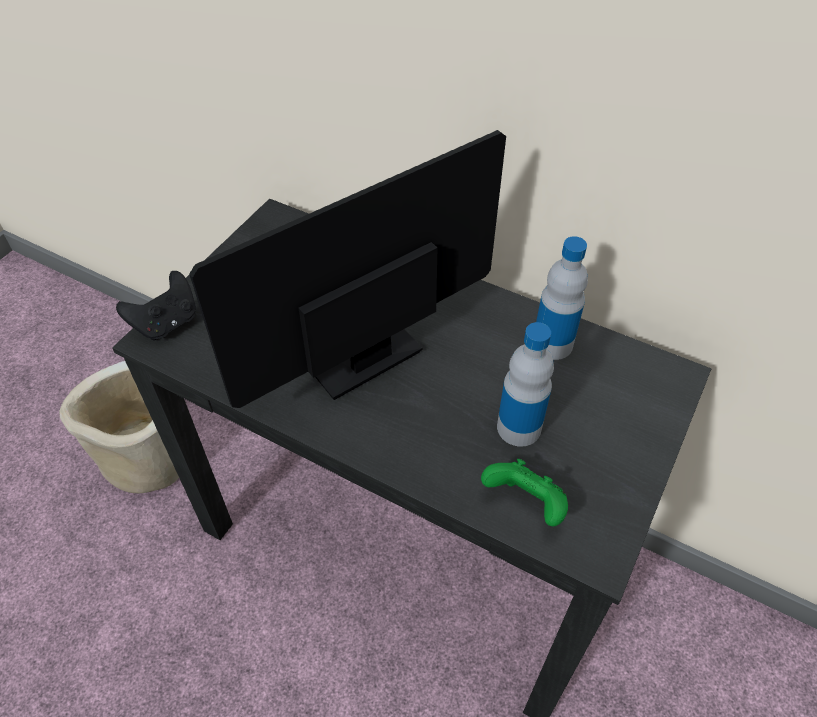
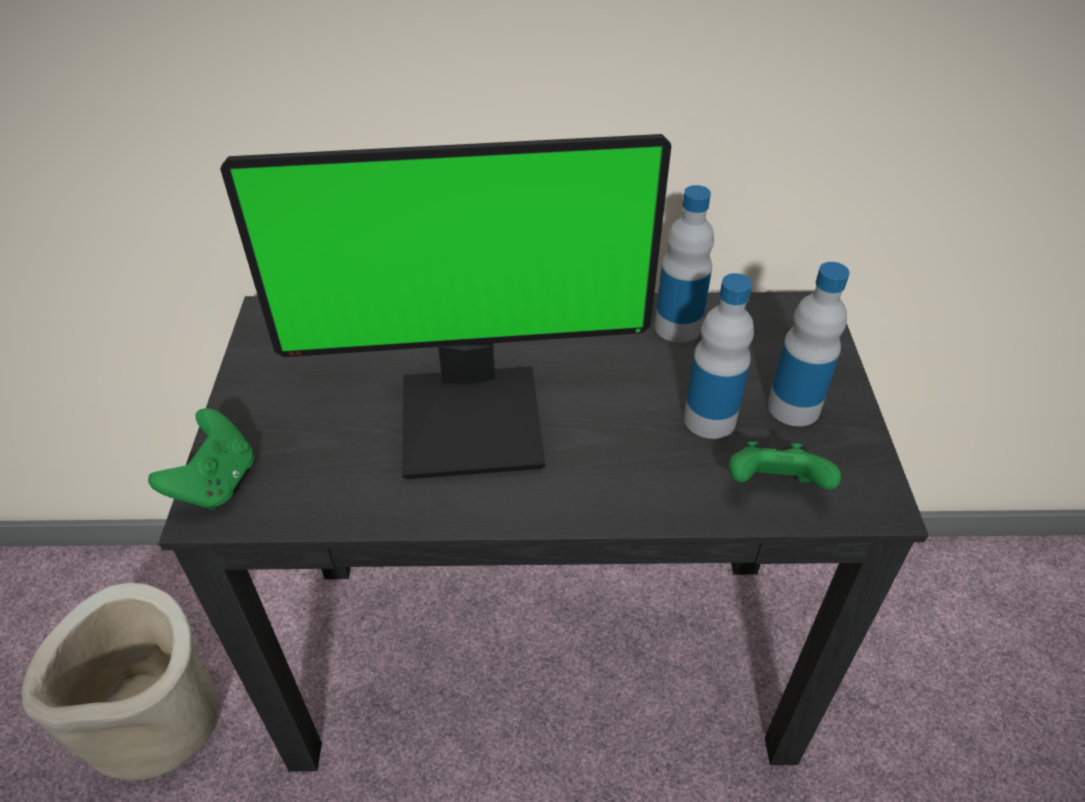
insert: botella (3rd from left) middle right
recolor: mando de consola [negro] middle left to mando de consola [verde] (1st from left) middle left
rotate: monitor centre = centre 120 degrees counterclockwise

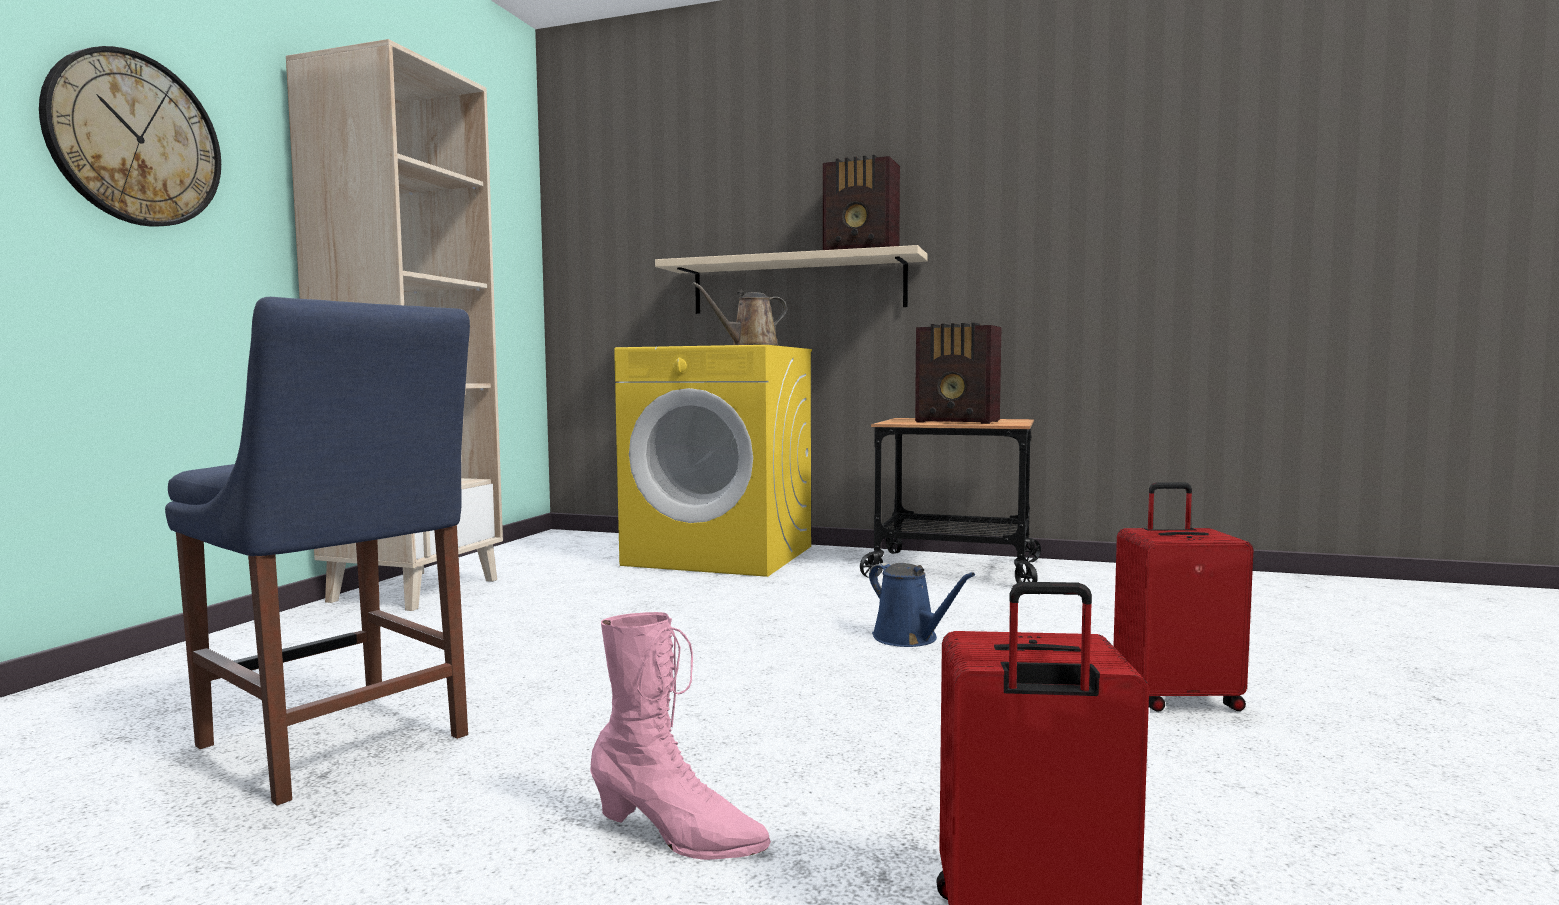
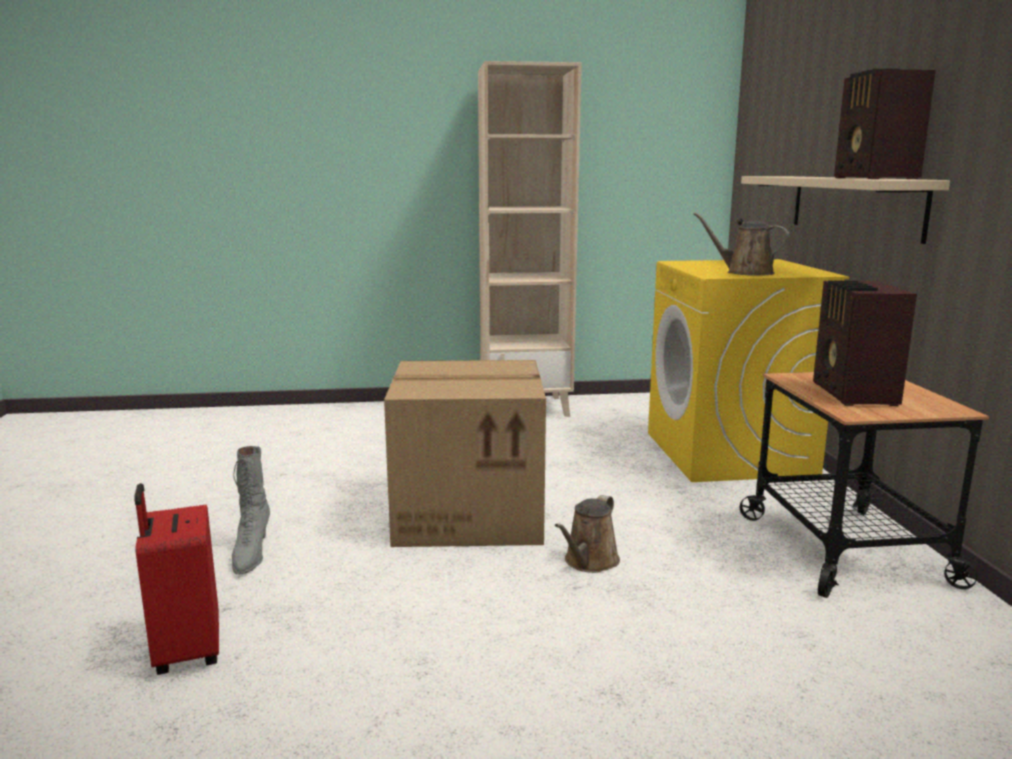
delete: reloj de pared top left; silla [azul] middle left; maleta [rojo] (2nd from left) middle right
insert: caja de cartón centre
recolor: bota [rosa] bottom centre to bota [gris] bottom left; regadera [azul] bottom centre to regadera [marrón] (1st from left) bottom centre

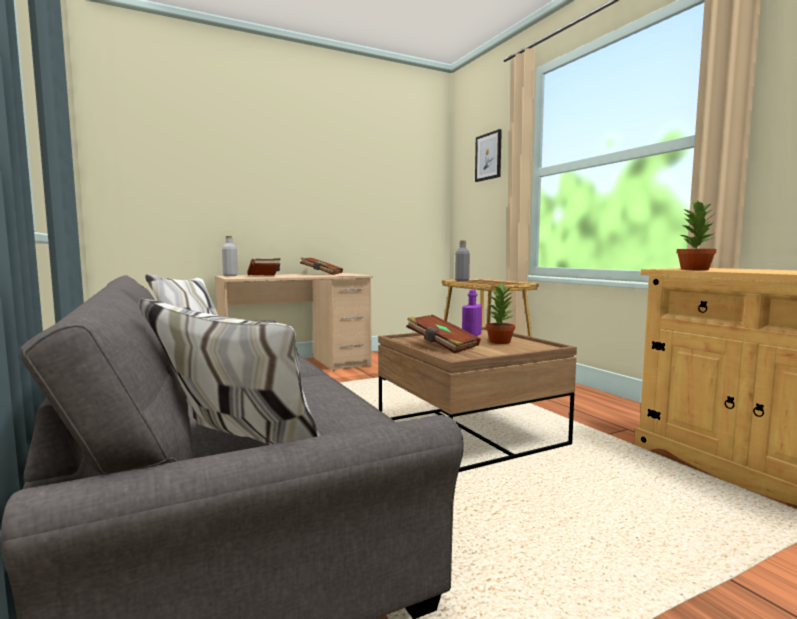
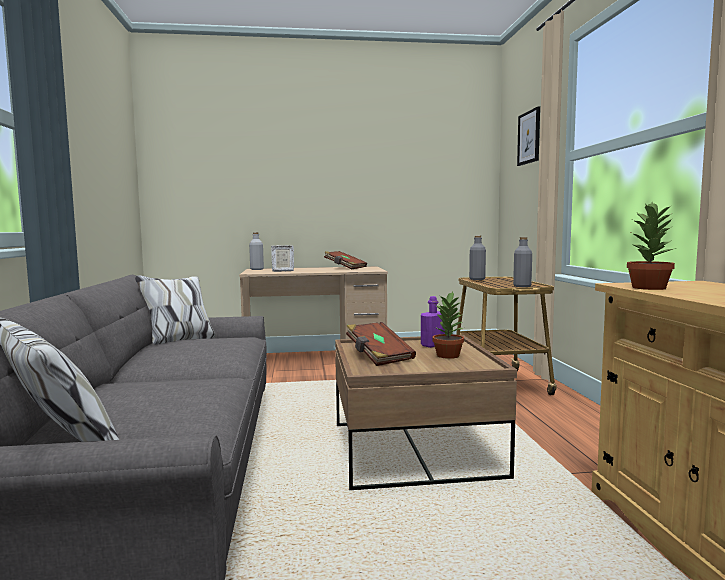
insert: botella [gris] (3rd from left) middle right
replace: libro [marrón] (1st from left) middle left to portarretratos centre

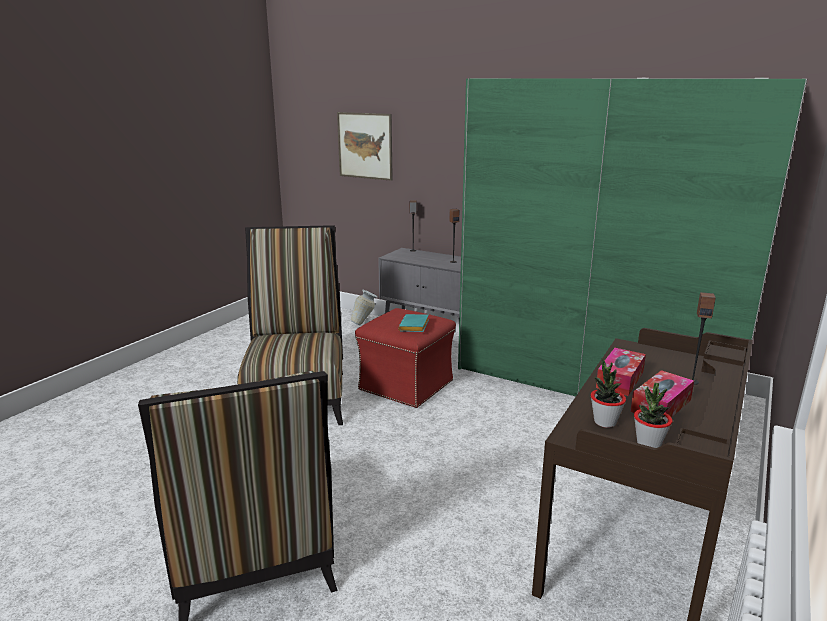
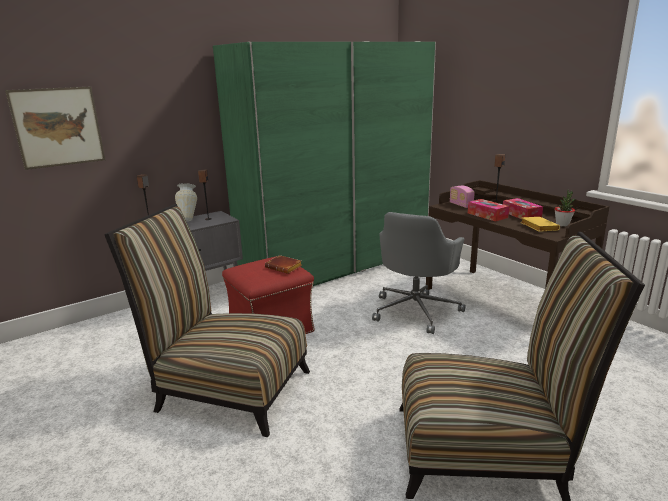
insert: silla de oficina [gris] centre; radio middle right
move: florero centre to middle left
replace: planta en maceta (1st from left) middle right to libro [amarillo] middle right
recolor: libro [turquesa] centre to libro [marrón] centre

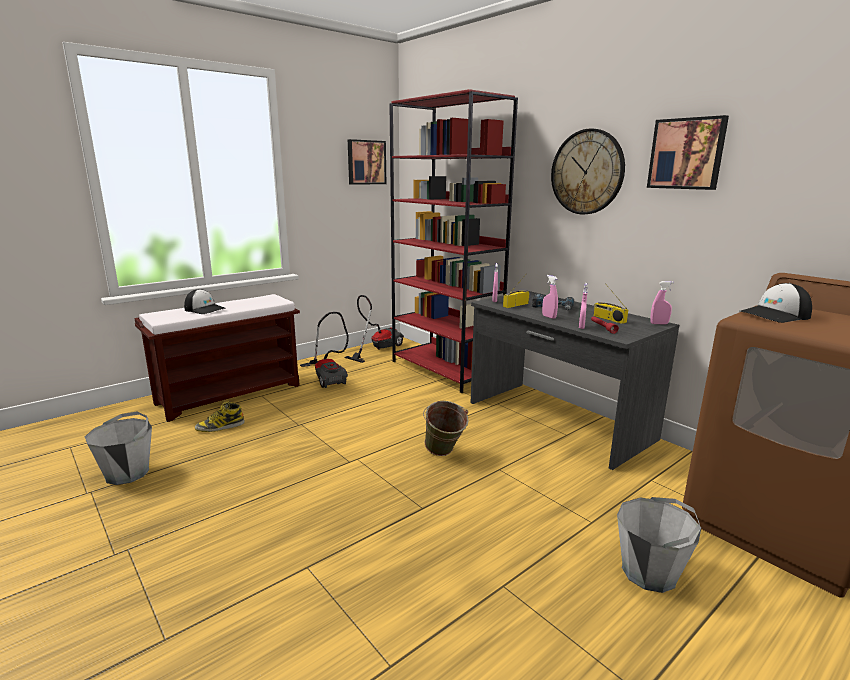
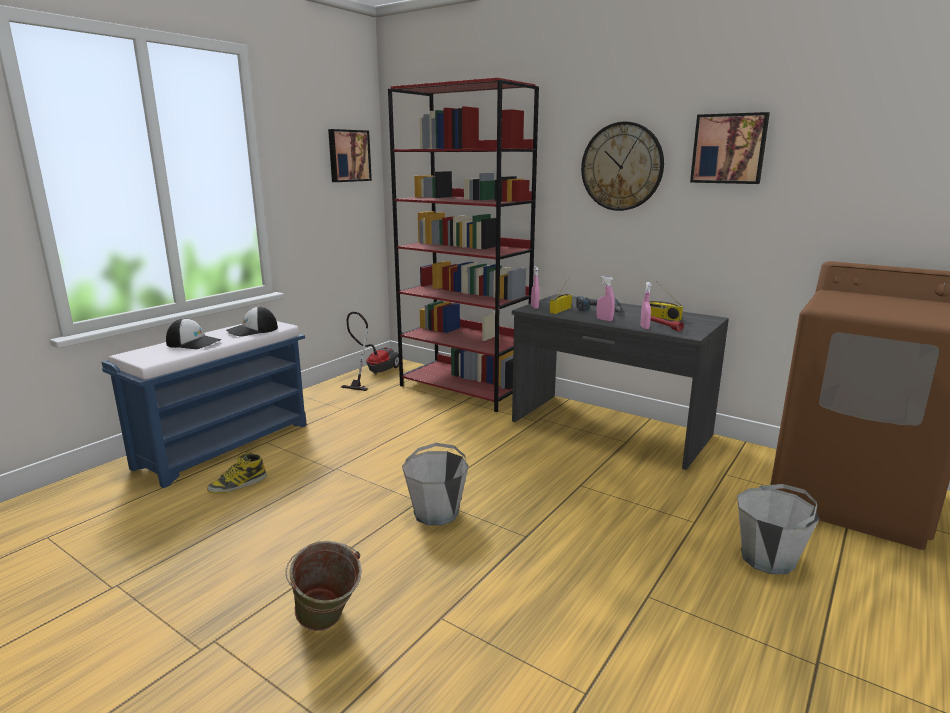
delete: aspiradora (1st from left) centre; pulverizador [rosa] (4th from left) middle right
move: gorra (2nd from left) middle right to middle left; cubo [verde] centre to bottom centre; cubo [gris] (1st from left) middle left to bottom centre
recolor: banco [marrón] middle left to banco [azul] middle left

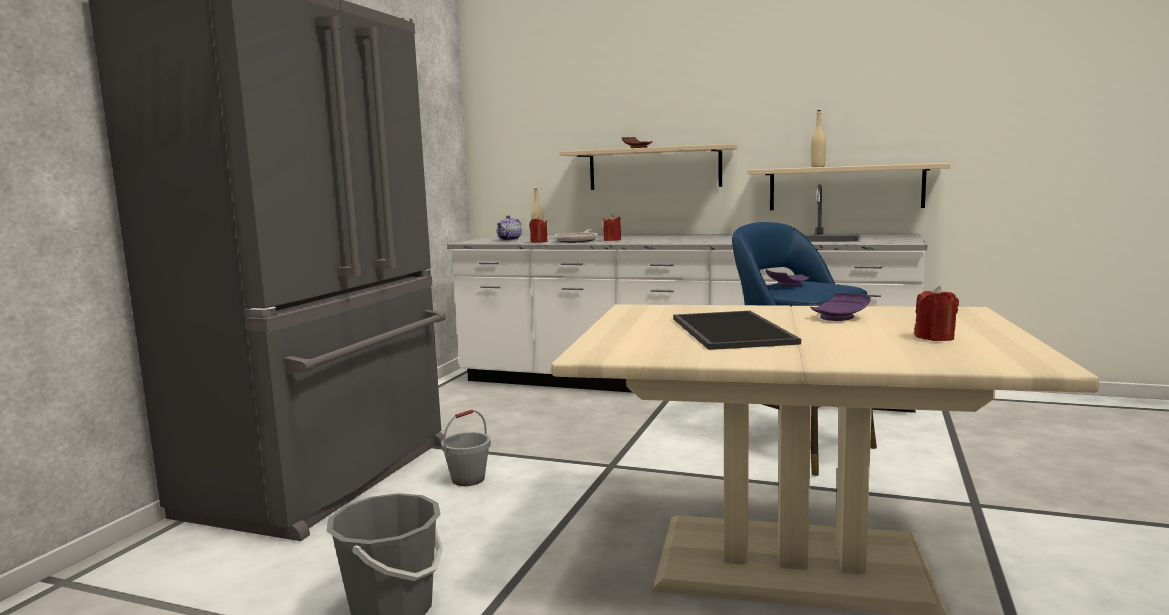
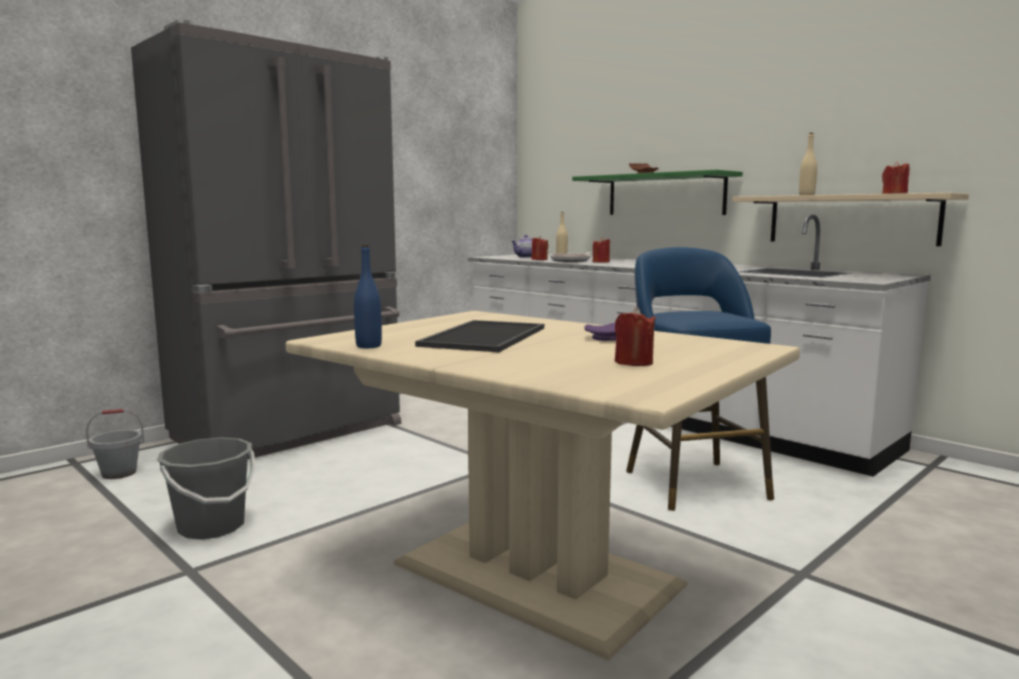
delete: plato [morado] (1st from left) middle right
insert: botella [azul] centre; vela [rojo] (4th from left) top right
move: cubo [gris] (2nd from left in the first image) bottom centre to cubo [gris] (1st from left) middle left
recolor: estante [beis] (1st from left) top centre to estante [verde] top centre

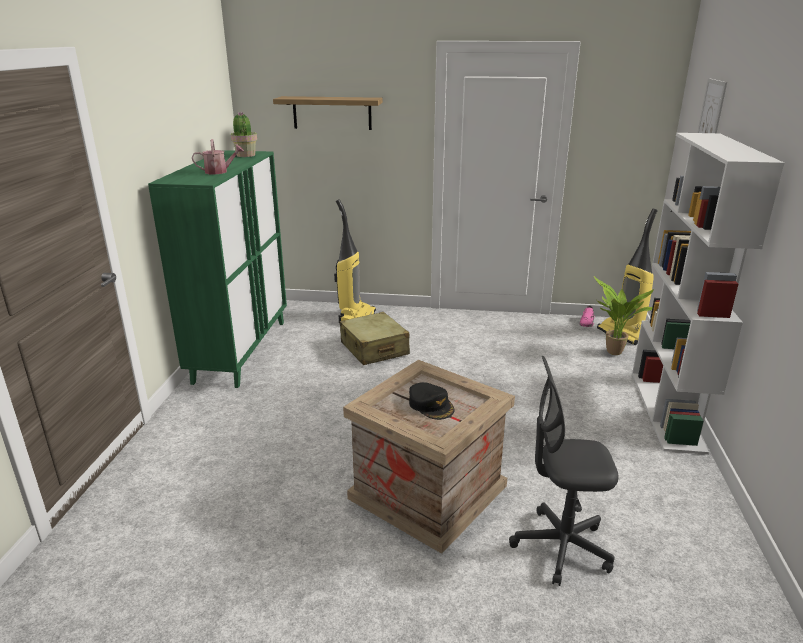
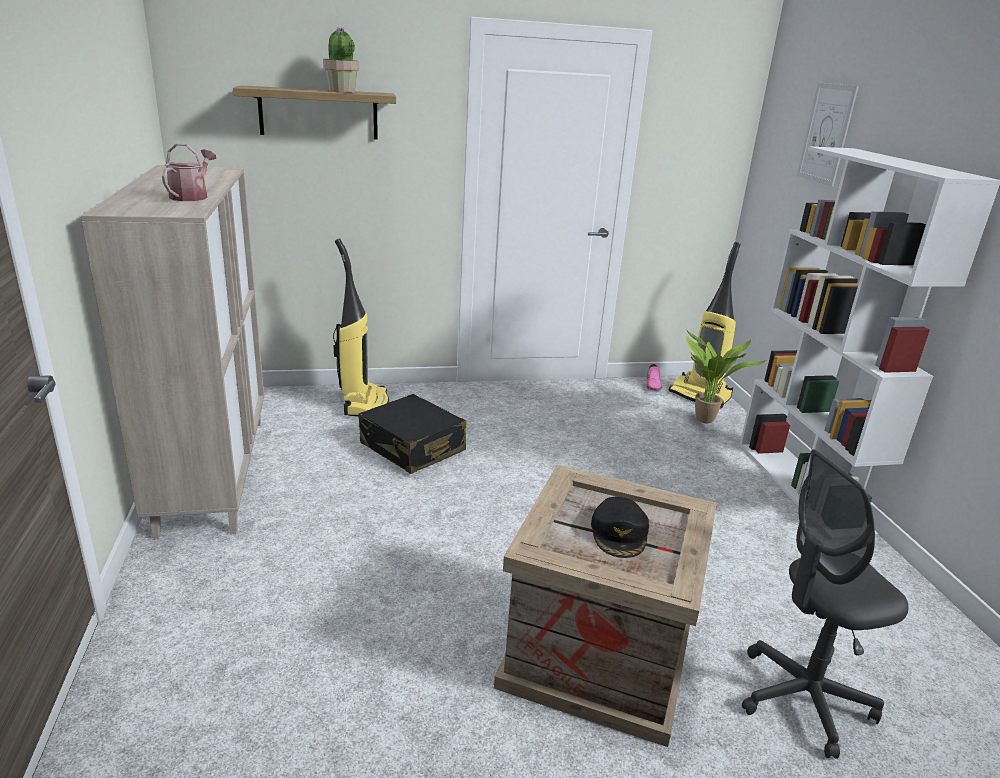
move: planta en maceta (1st from left) top left to top centre
recolor: armario [verde] middle left to armario [beis] middle left; maleta [beis] centre to maleta [negro] centre
rotate: regadera top left = top left 45 degrees counterclockwise; gorra [negro] centre = bottom centre 60 degrees clockwise

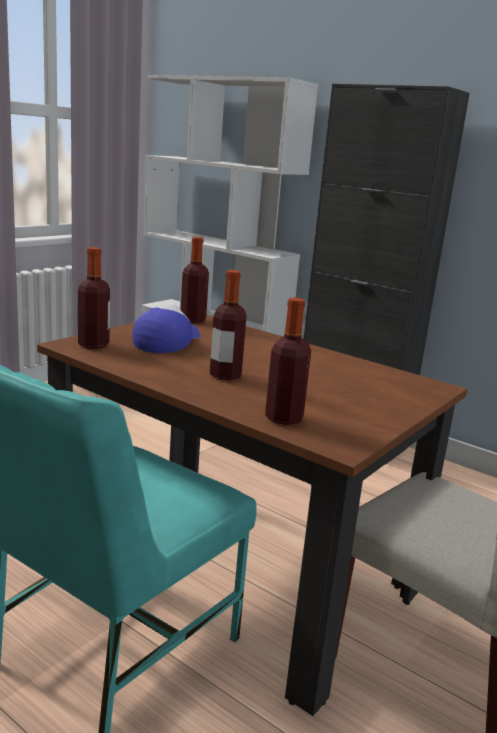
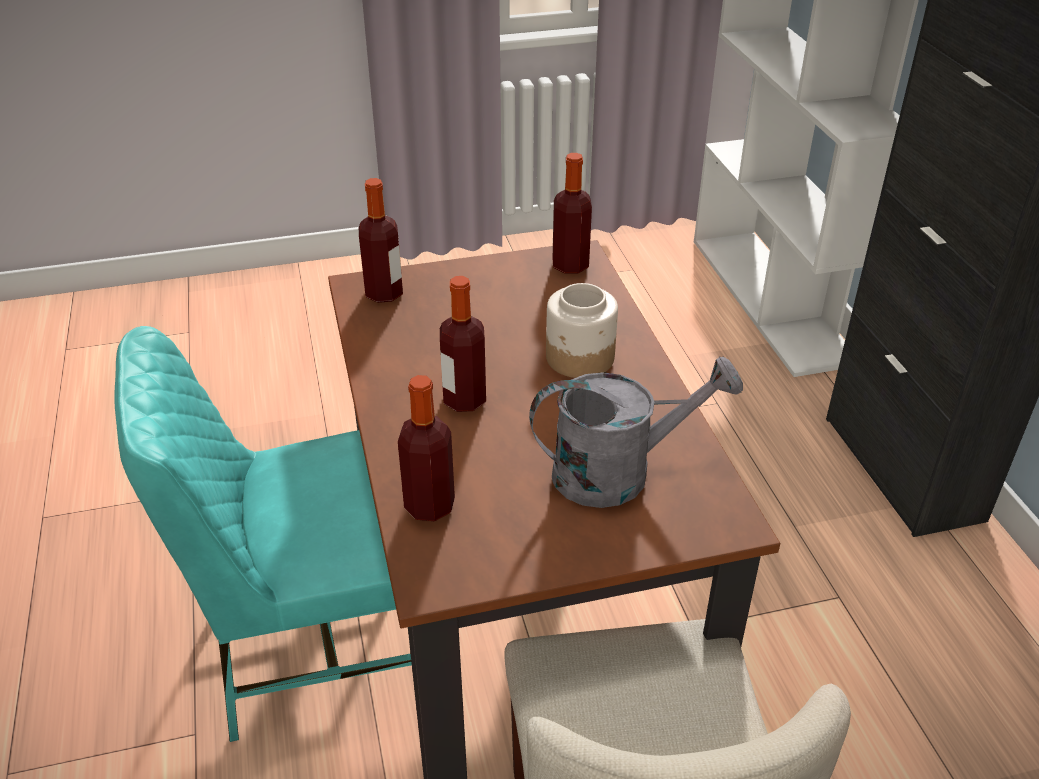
delete: gorra centre
insert: regadera [gris] centre; tarro centre

